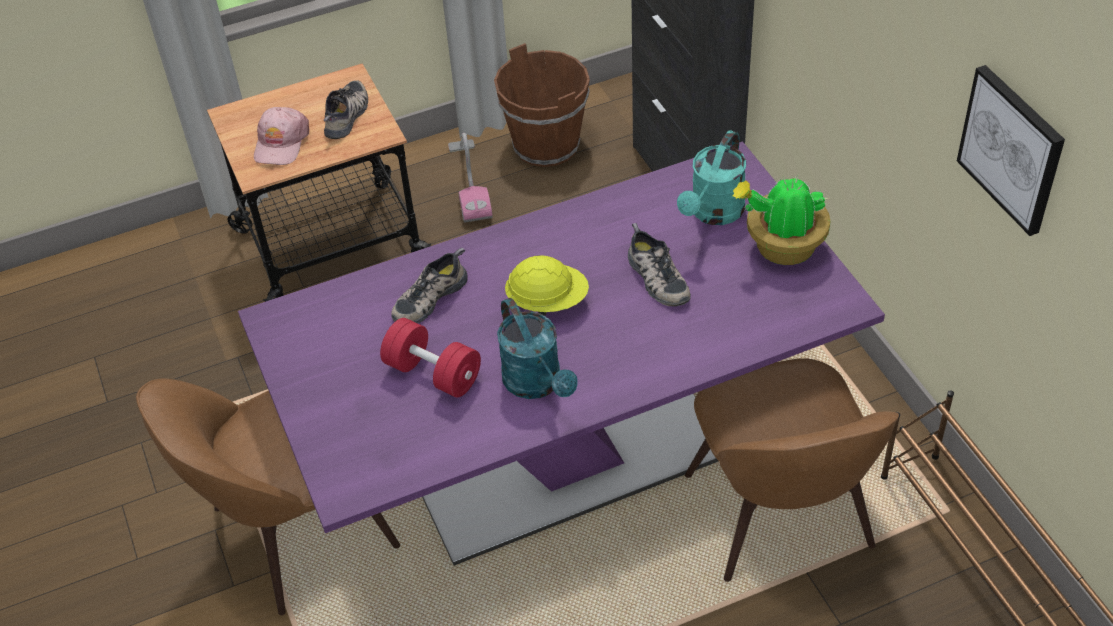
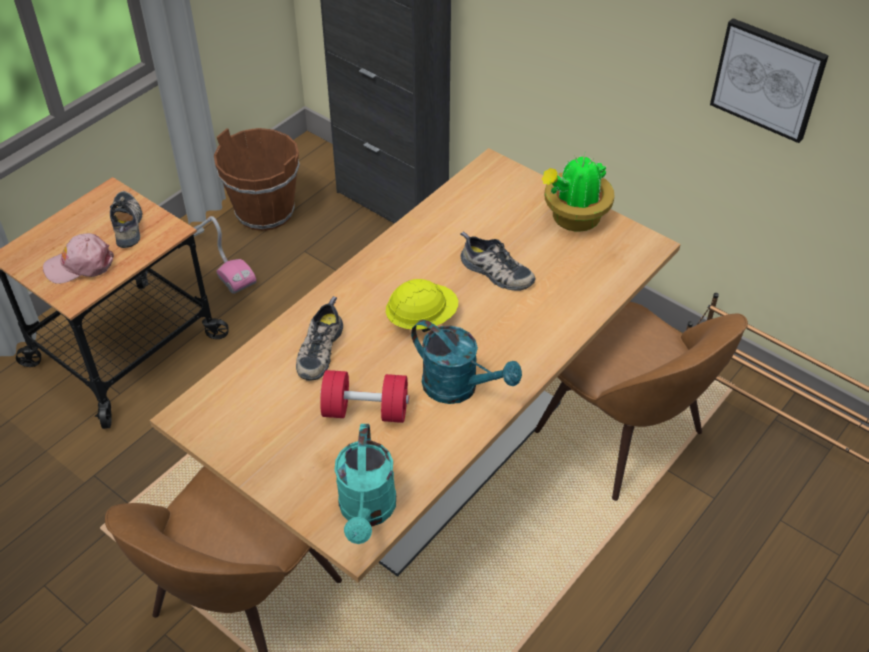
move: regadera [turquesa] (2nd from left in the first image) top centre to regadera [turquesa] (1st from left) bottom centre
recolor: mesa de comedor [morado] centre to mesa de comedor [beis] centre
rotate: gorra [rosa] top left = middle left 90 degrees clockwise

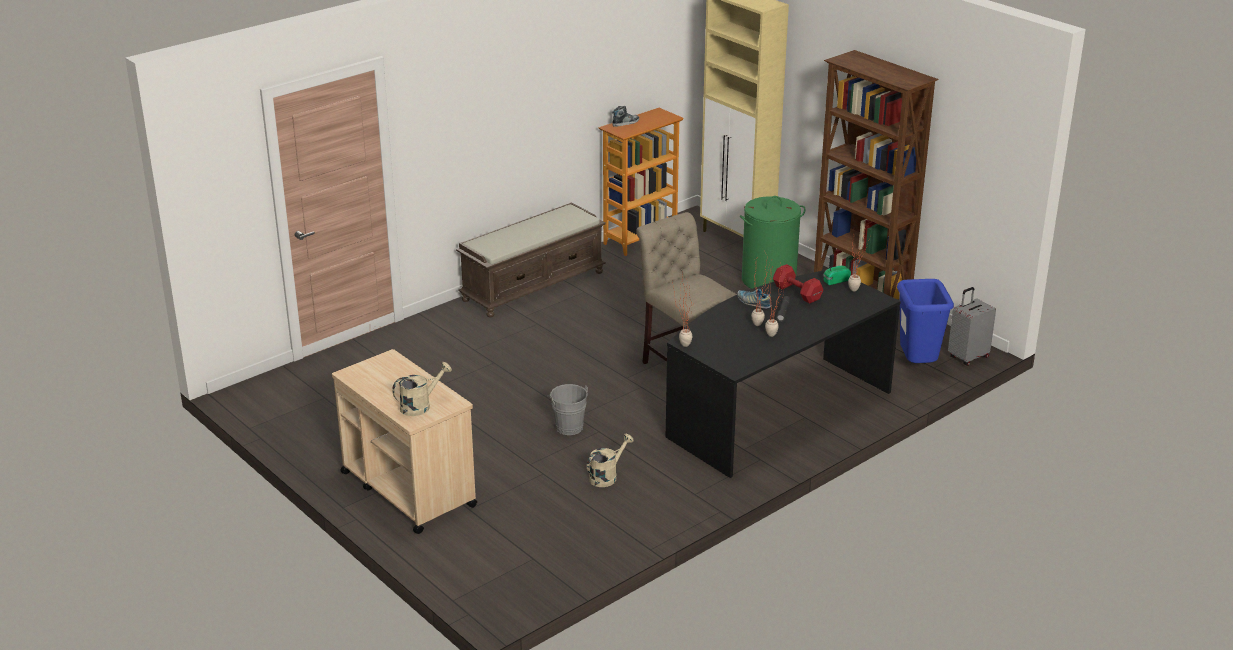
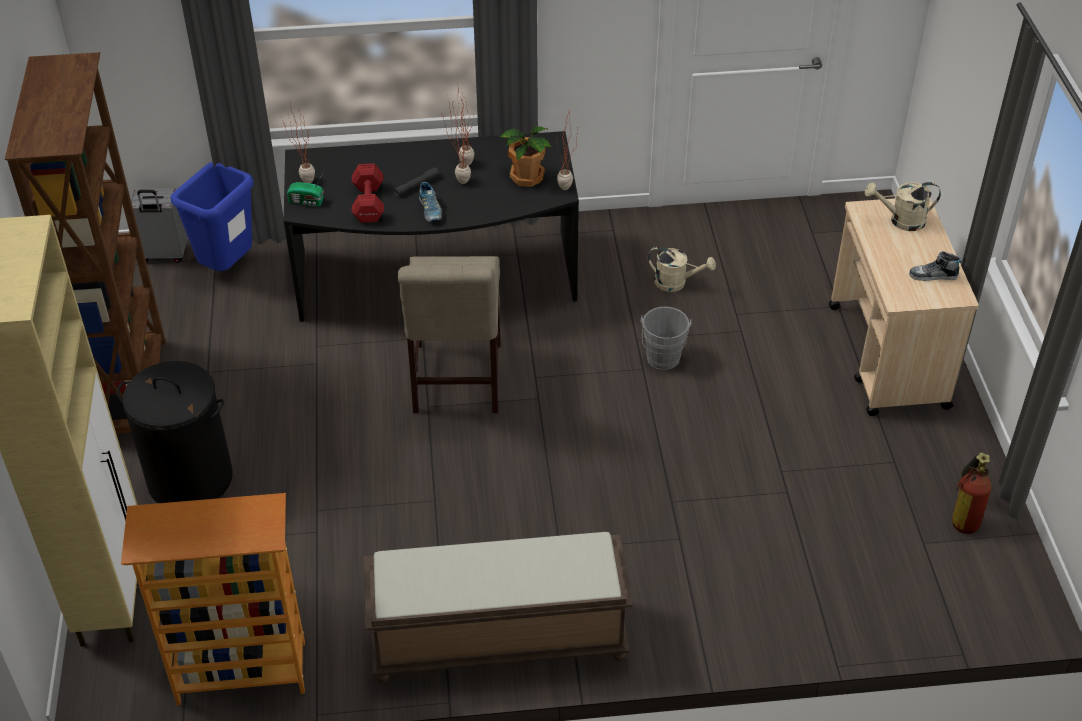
insert: planta en maceta (4th from left) top centre; extintor bottom right
move: zapato (1st from left in the first image) top centre to zapato (2nd from left) middle right
recolor: cesto de la ropa [verde] centre to cesto de la ropa [negro] middle left
rotate: regadera [beis] (2nd from left in the first image) bottom centre = centre 150 degrees counterclockwise

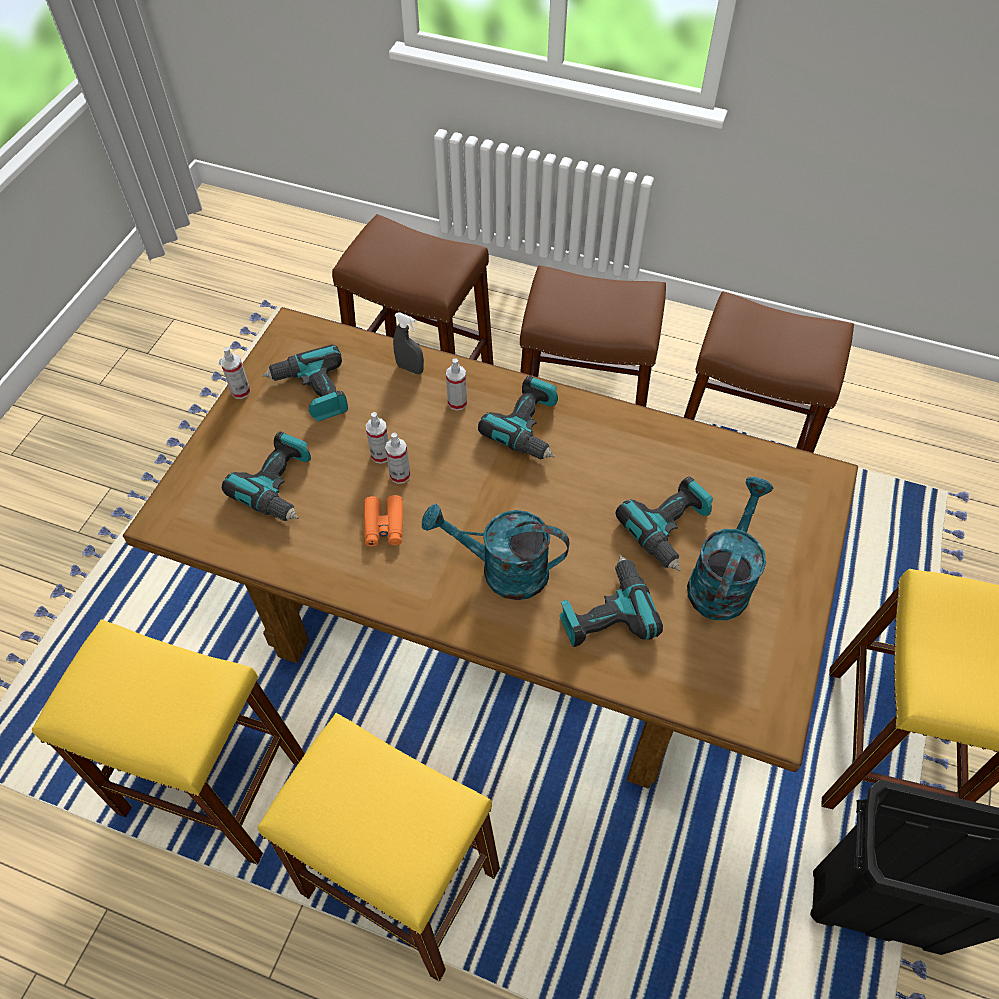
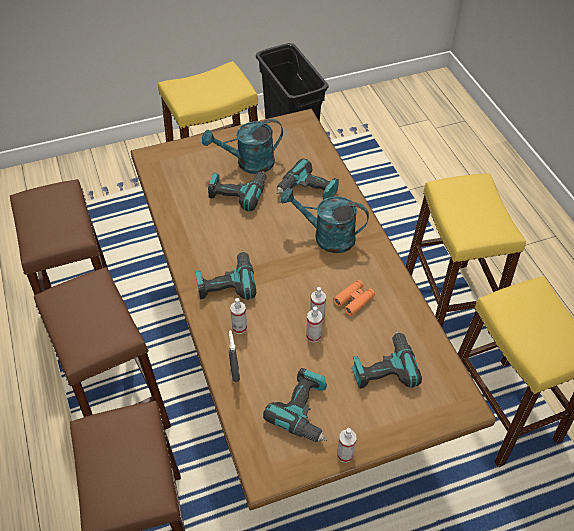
rotate: regadera [turquesa] (1st from left in the first image) centre = centre 135 degrees clockwise

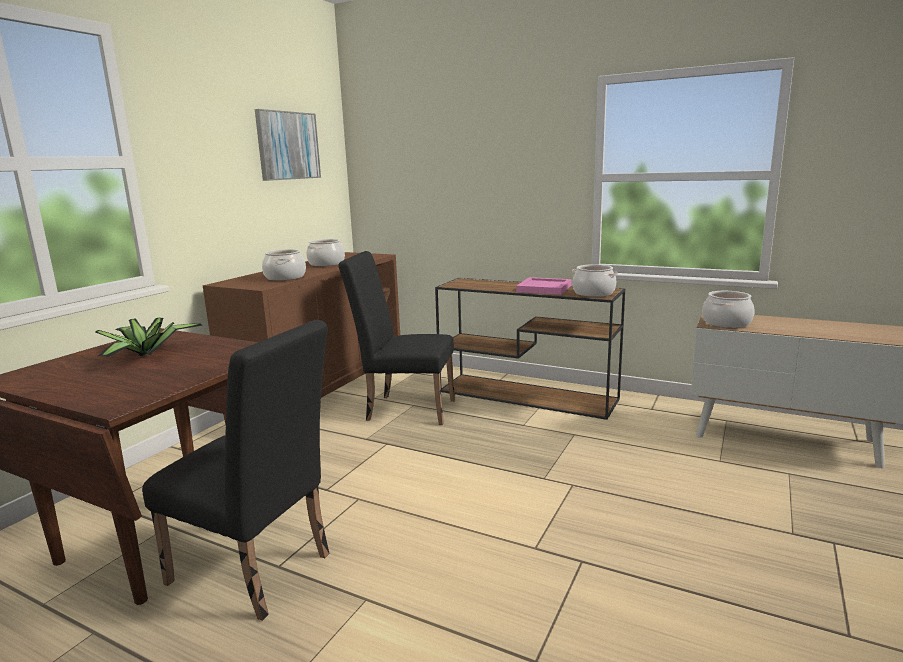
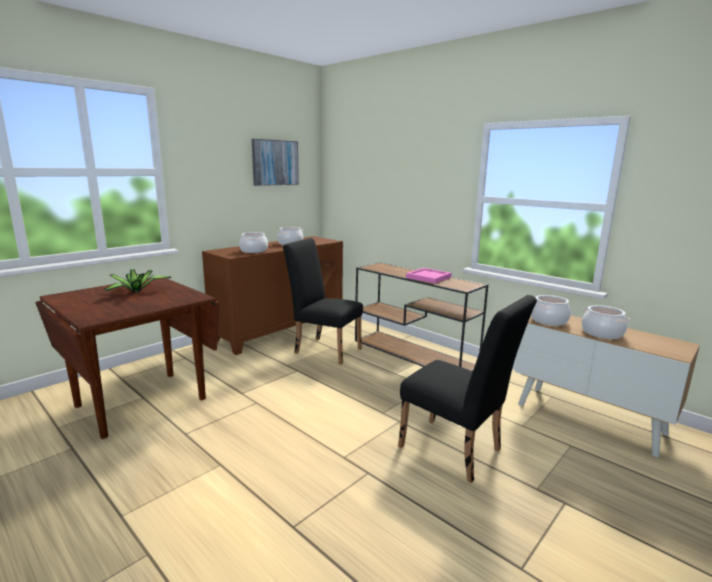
move: silla [negro] (1st from left in the first image) bottom left to silla [negro] (2nd from left) bottom centre; olla (3rd from left in the first image) centre to olla (4th from left) middle right

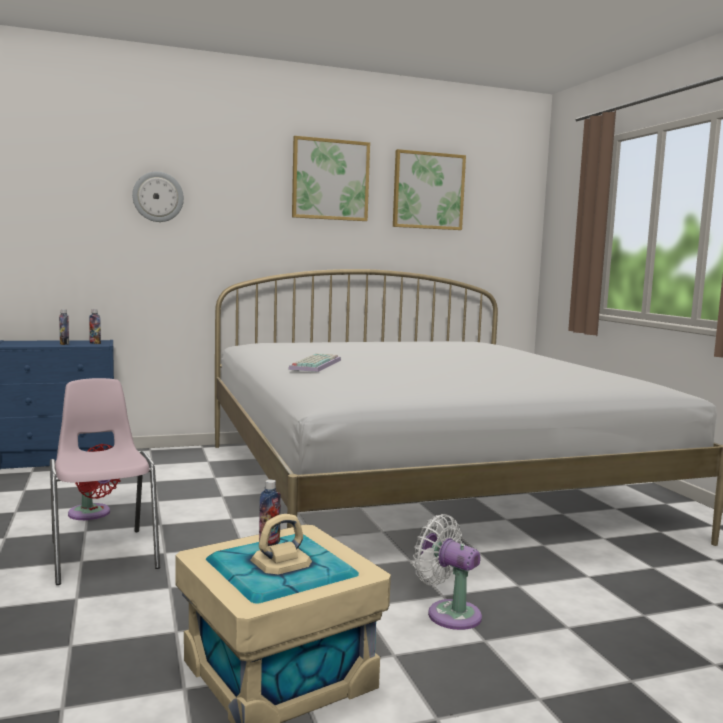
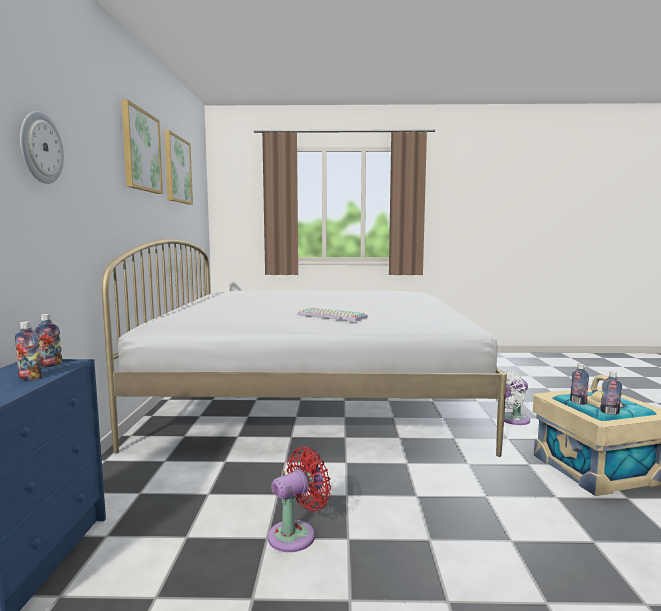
delete: silla [rosa] middle left
insert: botella (4th from left) middle right

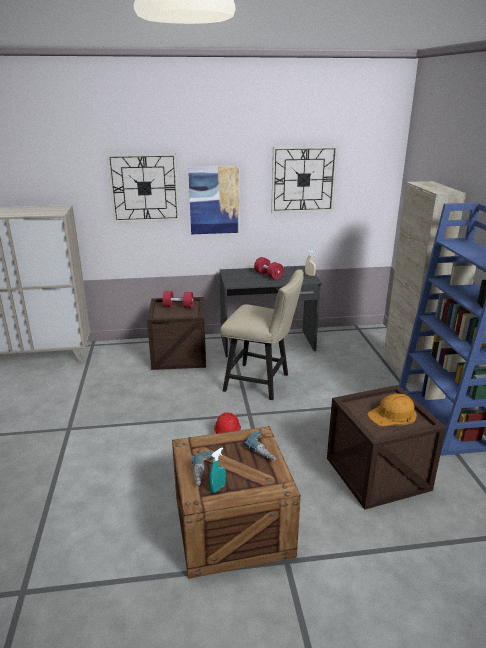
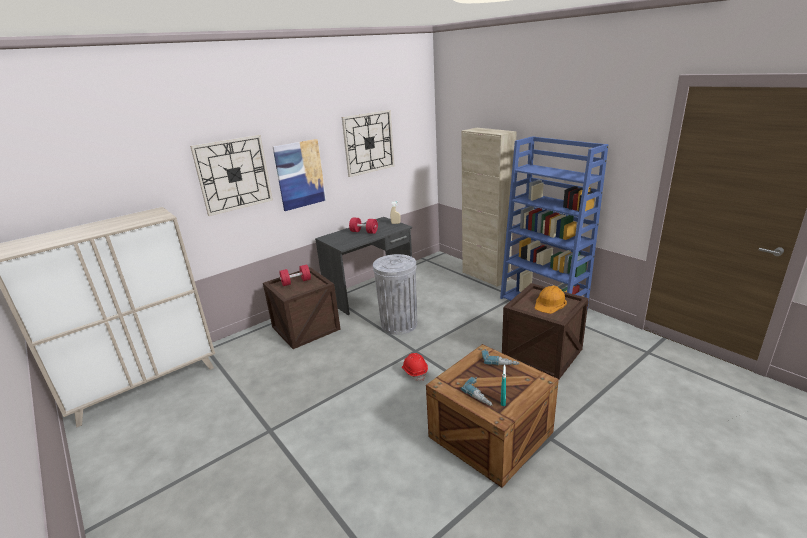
replace: silla [beis] centre to papelera [gris] centre

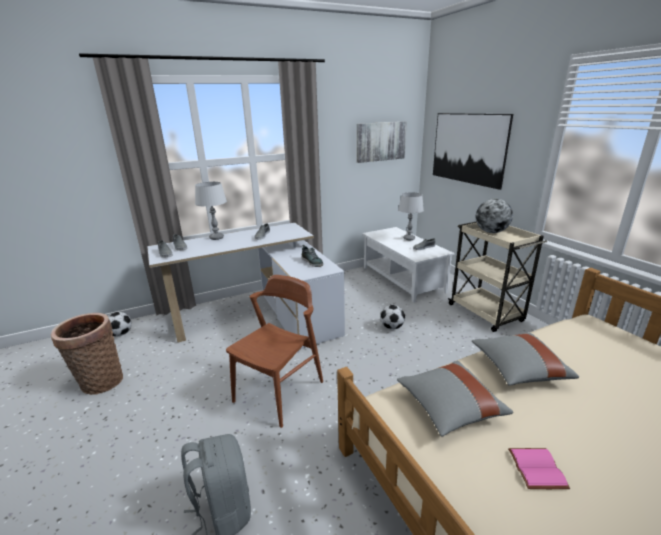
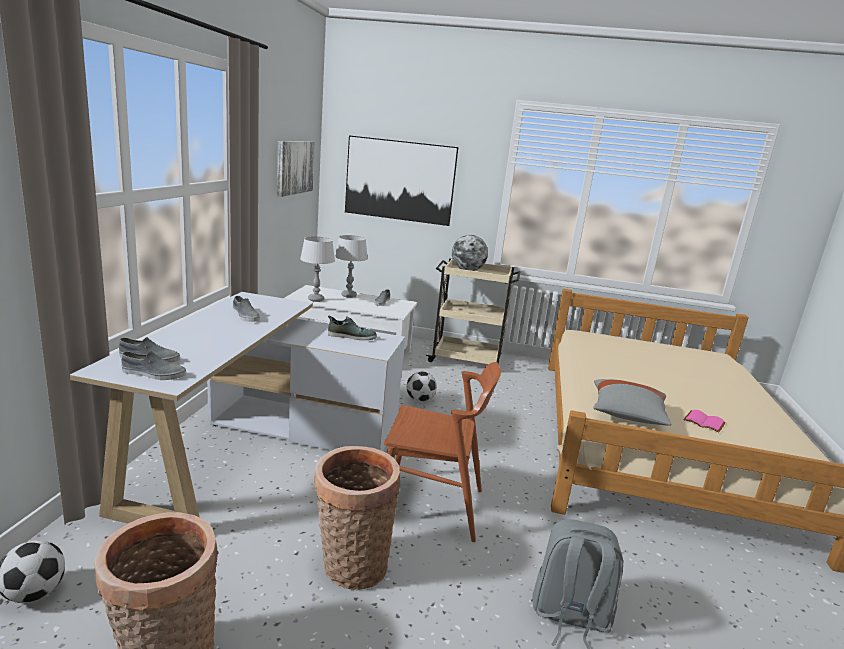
delete: cojín [gris] (2nd from left) bottom right
insert: cesta (2nd from left) bottom centre
move: lámpara de mesa [gris] (1st from left) middle left to centre
rotate: silla [marrón] centre = bottom centre 120 degrees clockwise

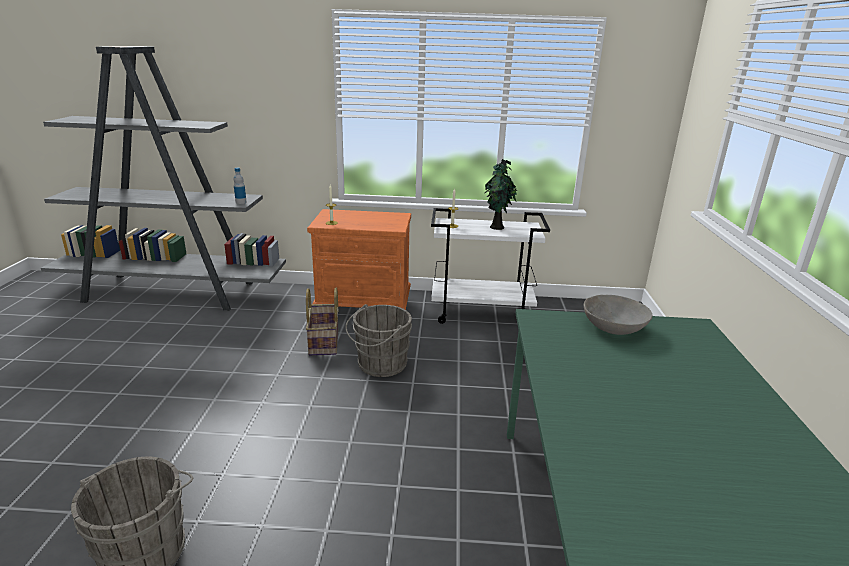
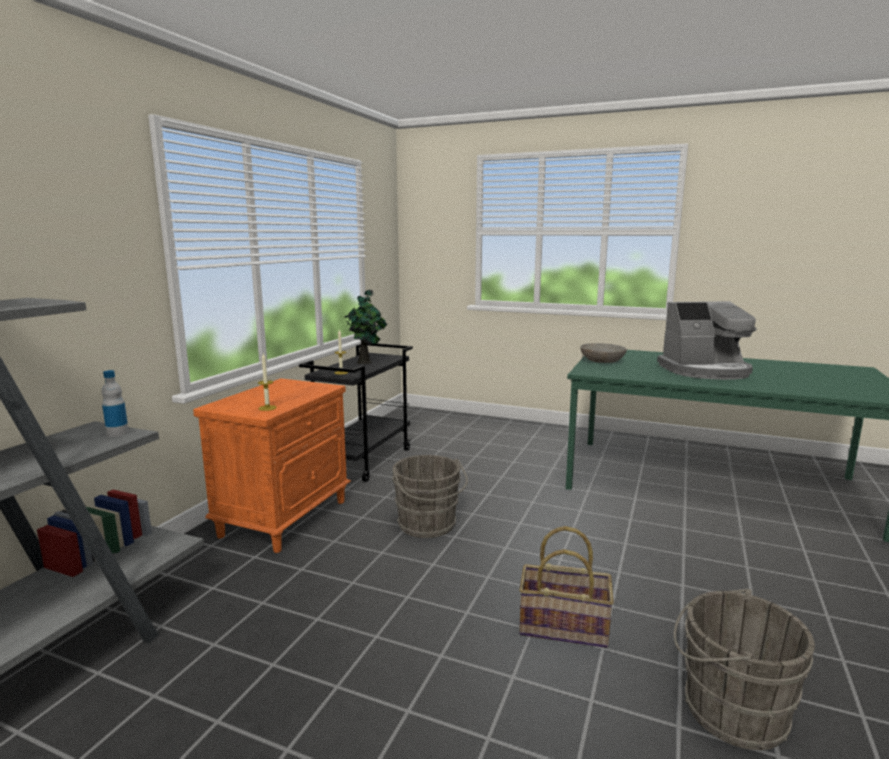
insert: cafetera middle right
move: cesta centre to bottom centre
recolor: carrito [blanco] centre to carrito [negro] centre

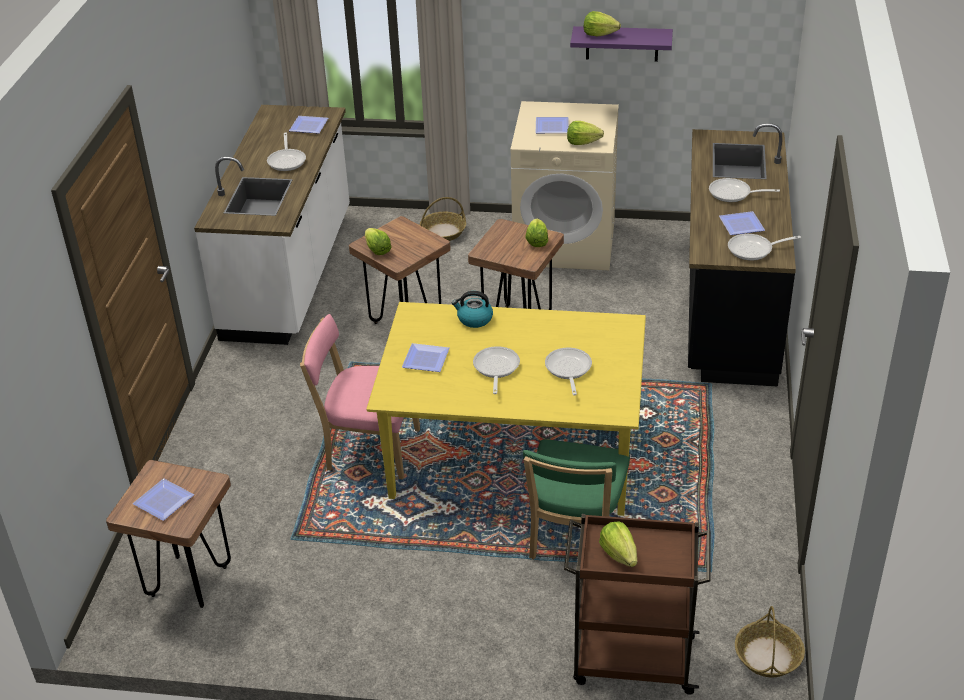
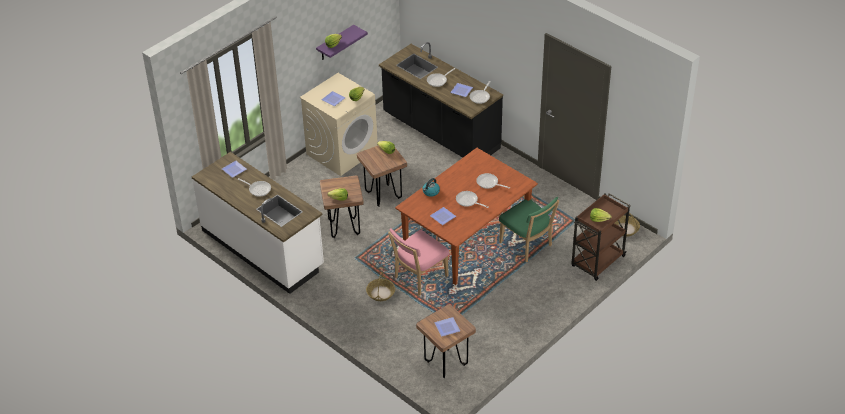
move: cesta (1st from left) top centre to bottom centre
recolor: mesa de comedor [amarillo] centre to mesa de comedor [marrón] centre

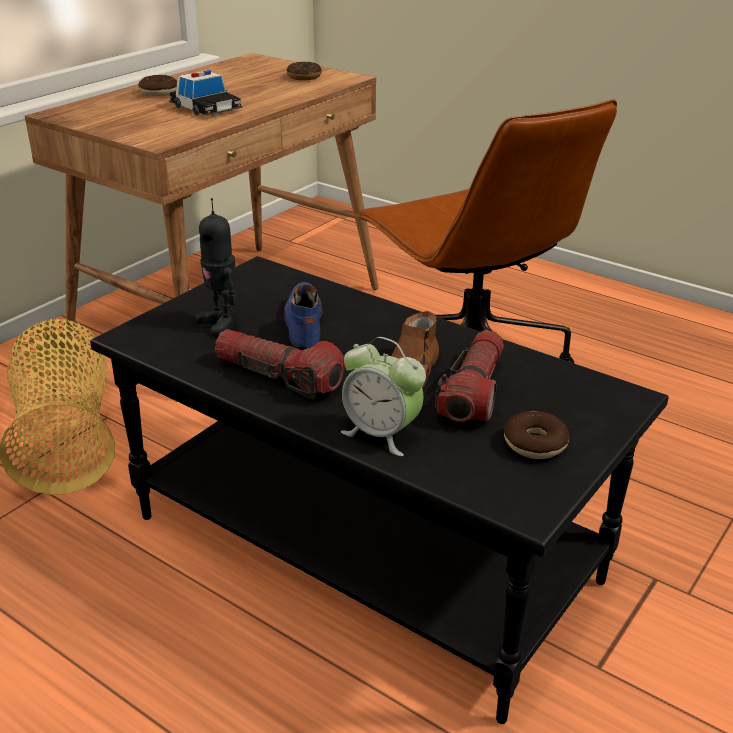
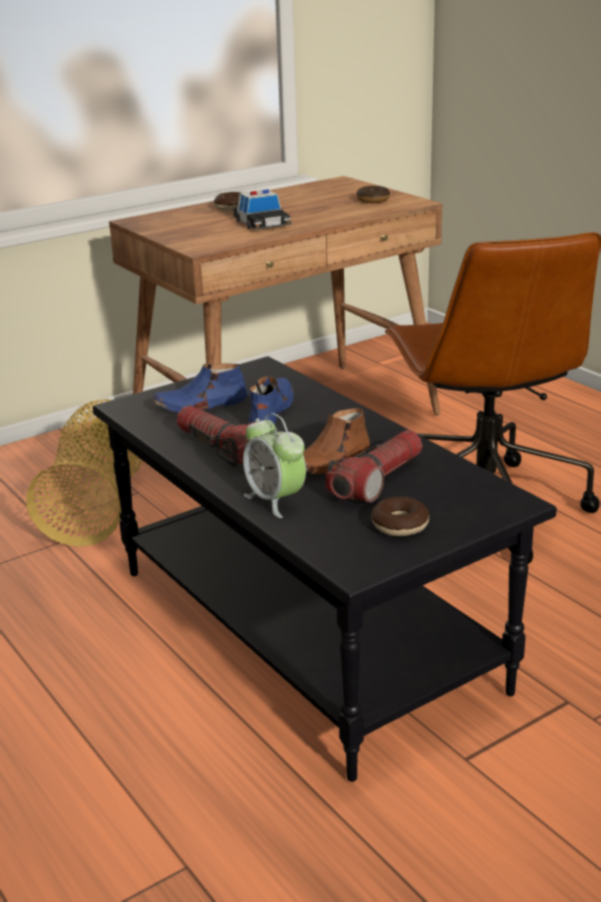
replace: robot de juguete middle left to zapato [azul] (1st from left) middle left

